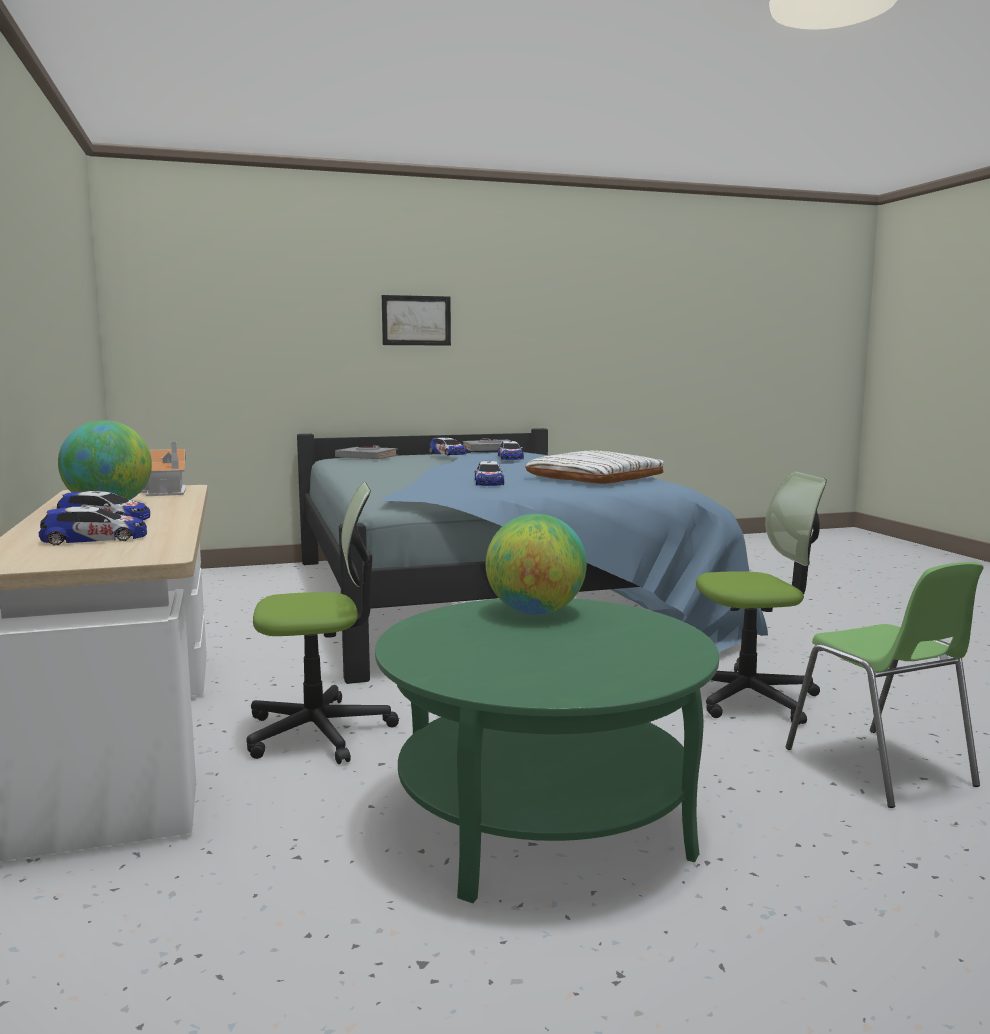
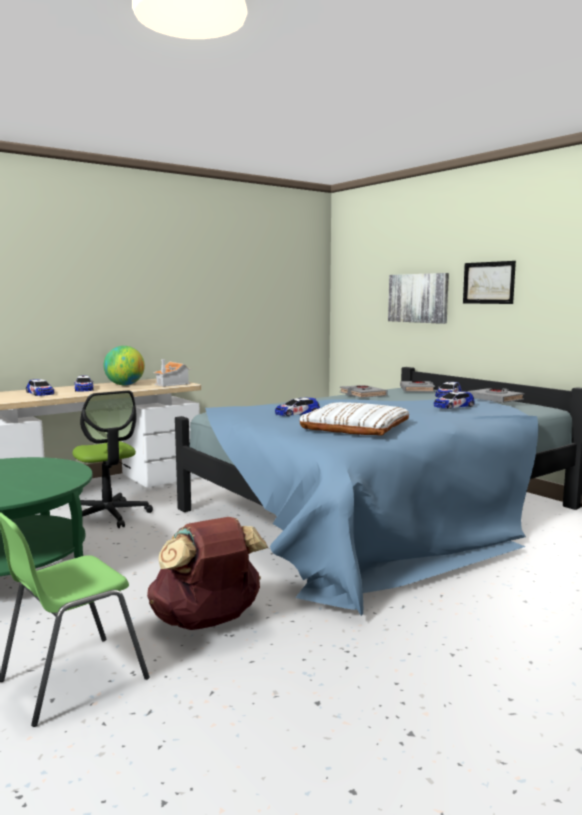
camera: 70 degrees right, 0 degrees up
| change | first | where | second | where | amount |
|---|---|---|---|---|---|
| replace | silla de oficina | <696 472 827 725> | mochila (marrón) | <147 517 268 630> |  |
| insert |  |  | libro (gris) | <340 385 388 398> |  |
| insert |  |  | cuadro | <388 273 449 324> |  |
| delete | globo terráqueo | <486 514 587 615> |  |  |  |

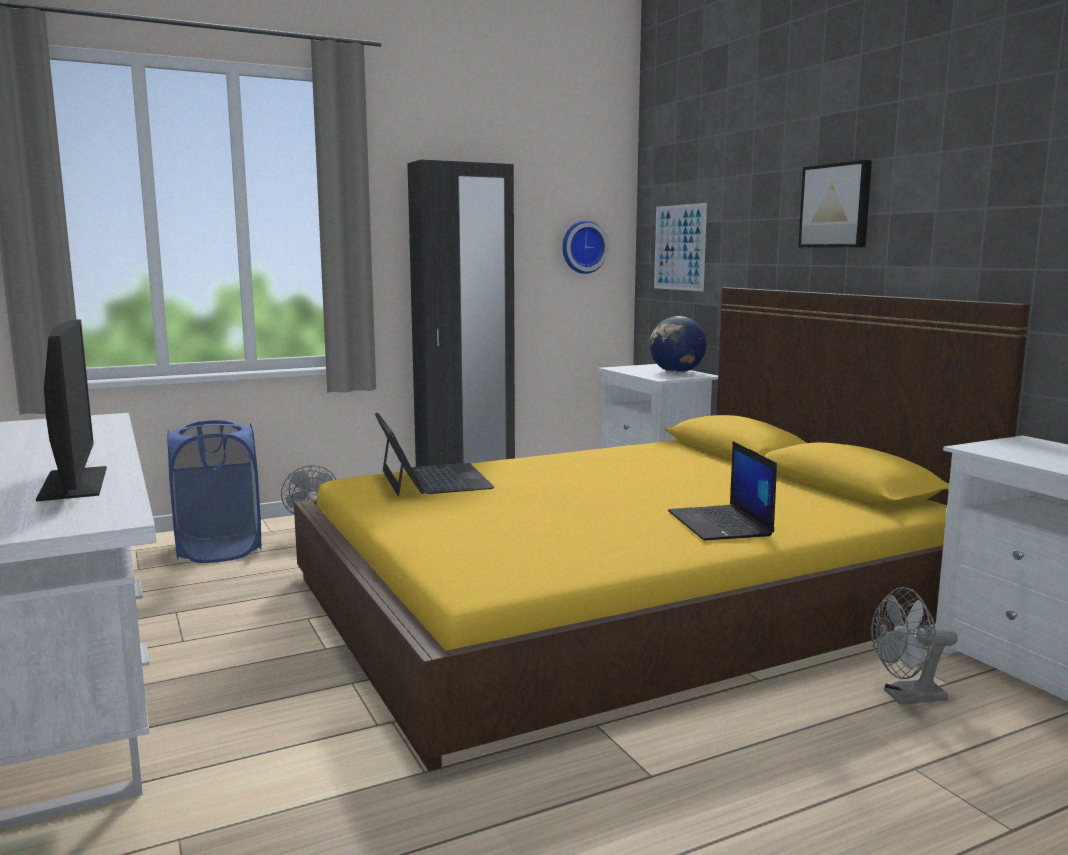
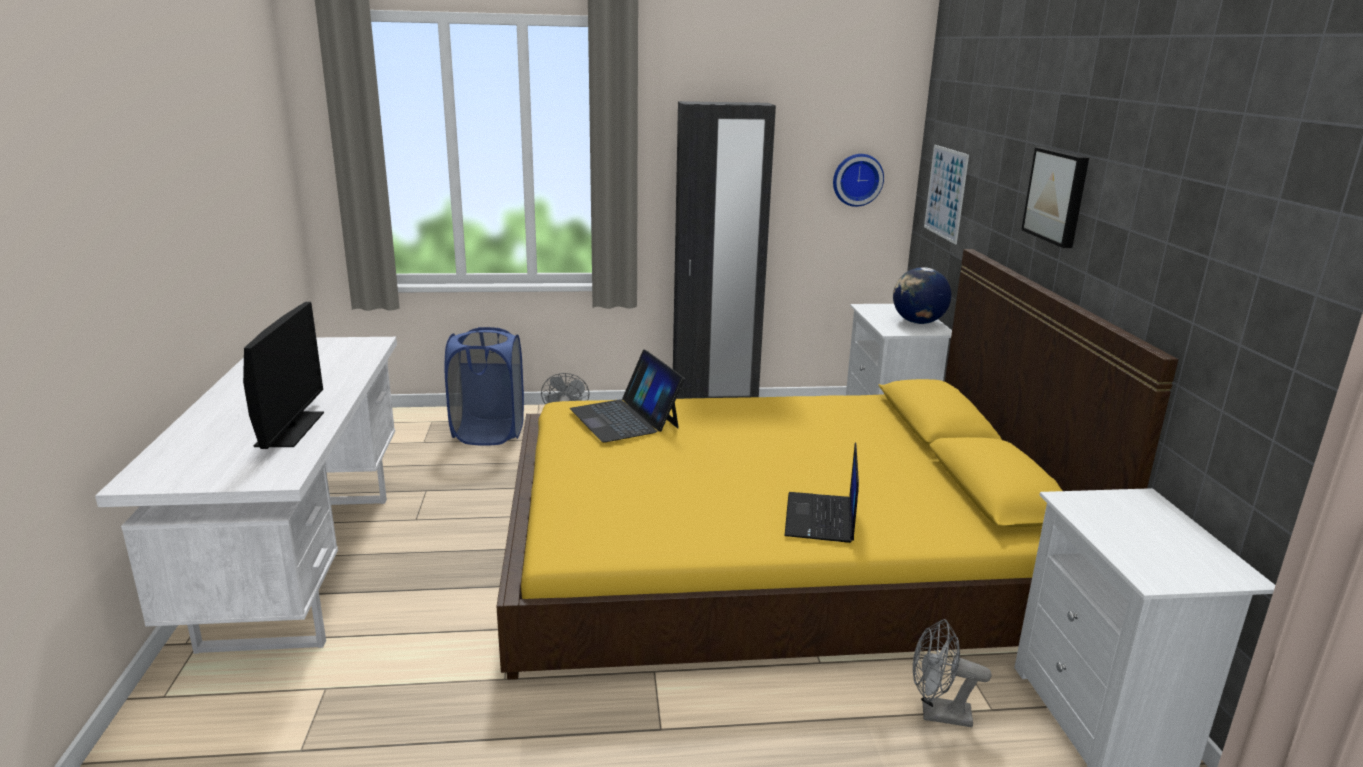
camera: 20 degrees right, 10 degrees up
| change | first | where | second | where | amount |
|---|---|---|---|---|---|
| rotate | portátil | <375 412 495 496> |  | <570 350 685 442> | 150 degrees clockwise |

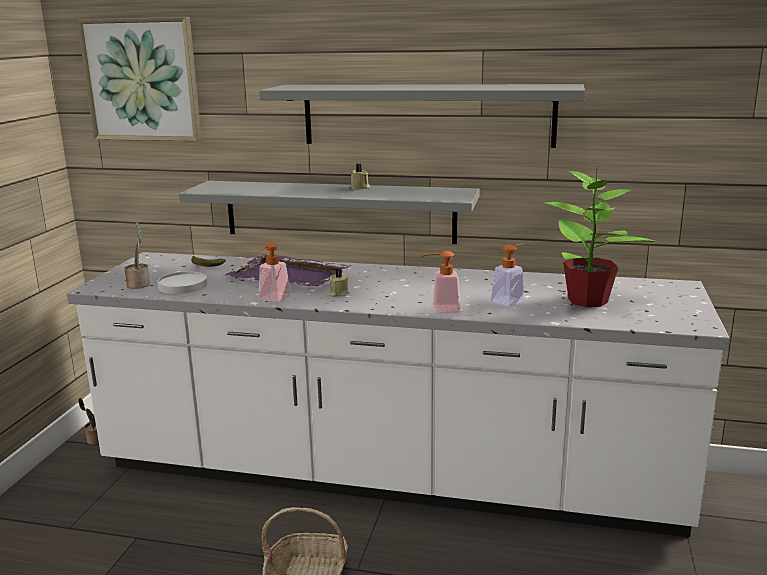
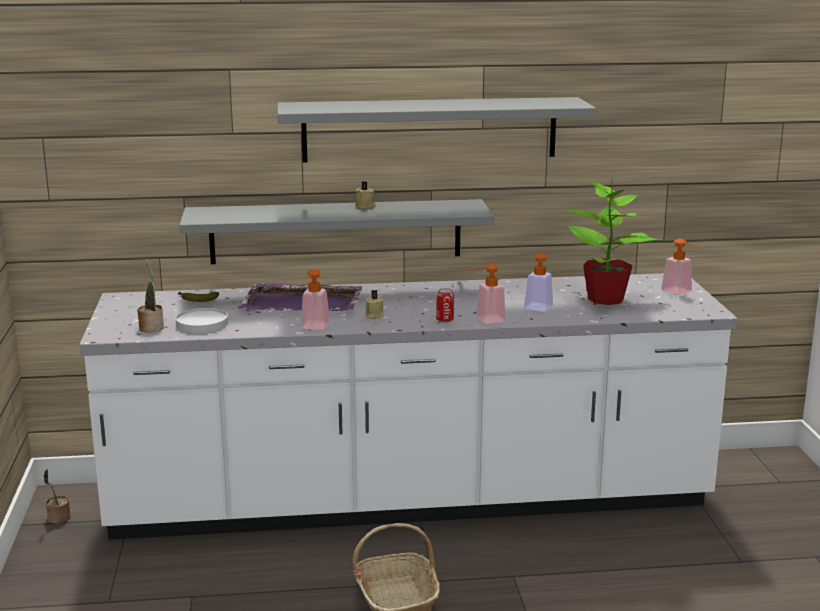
camera: 20 degrees left, 0 degrees up
| change | first | where | second | where | amount |
|---|---|---|---|---|---|
| insert |  |  | lata | <436 288 454 323> |  |
| insert |  |  | dispensador de jabón | <661 239 699 295> |  |
| delete | cuadro | <77 17 202 141> |  |  |  |

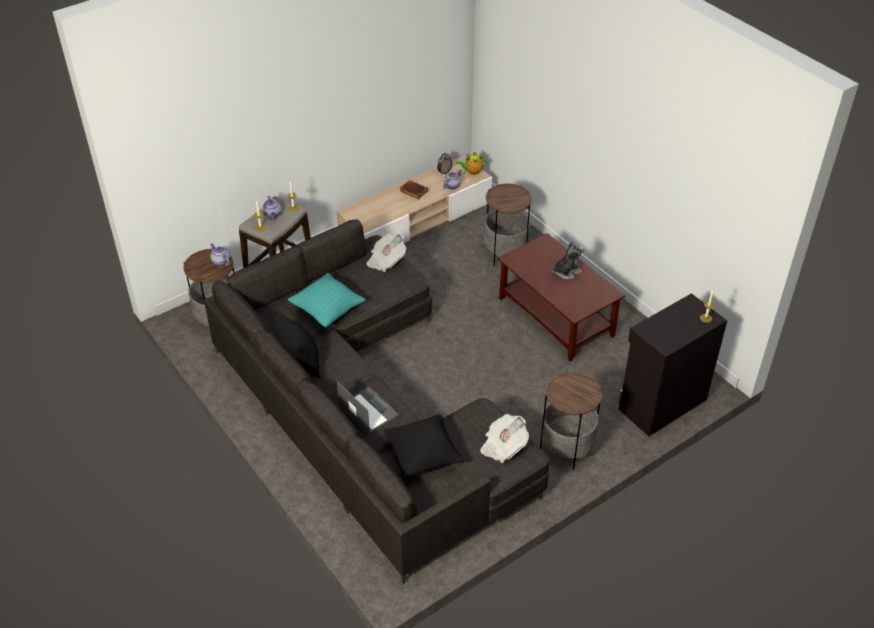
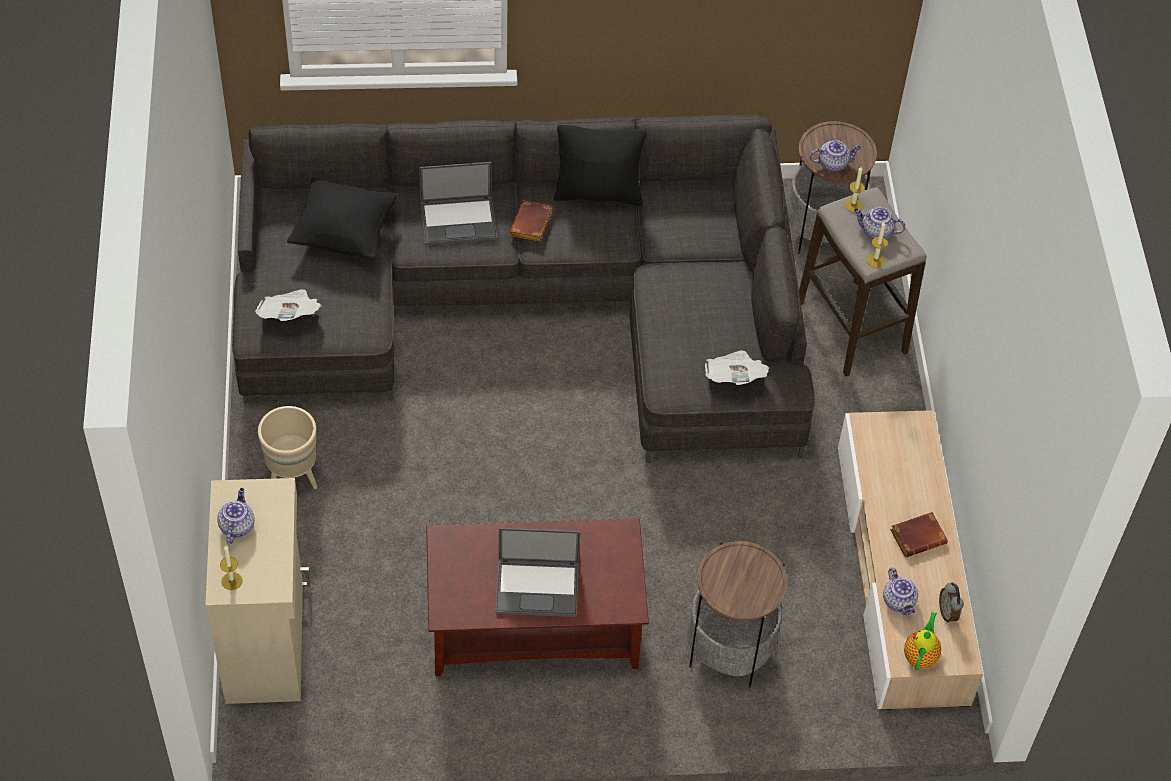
camera: 120 degrees right, 10 degrees up
| change | first | where | second | where | amount |
|---|---|---|---|---|---|
| recolor | armario (negro) | <618 293 727 436> | armario (beis) | <205 478 311 704> |  |
| insert |  |  | tetera | <217 488 255 544> |  |
| replace | mesa auxiliar | <540 371 602 471> | maceta (beis) | <258 406 318 489> |  |
| replace | peluche | <552 241 584 279> | portátil | <495 528 581 617> |  |
| insert |  |  | libro (marrón) | <509 201 553 242> |  |
| delete | cojín (turquesa) | <288 273 366 327> |  |  |  |

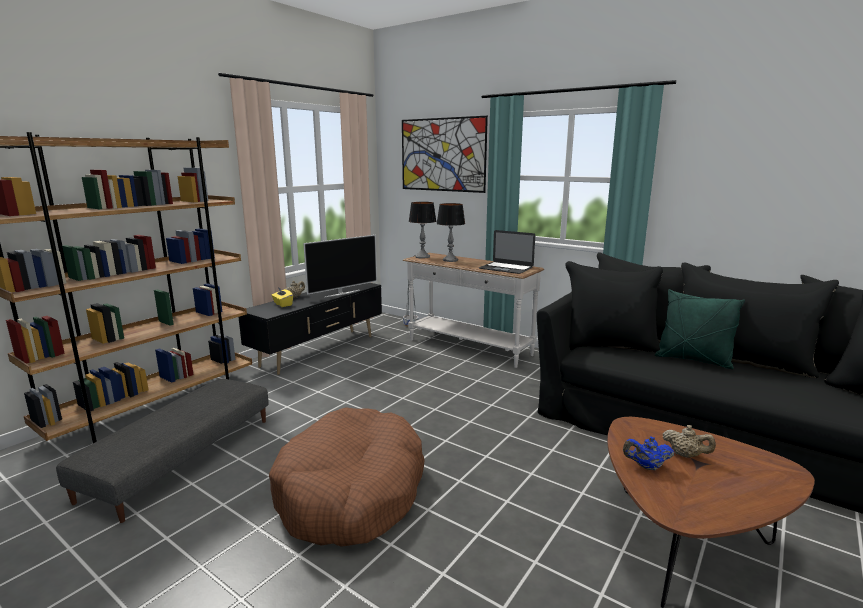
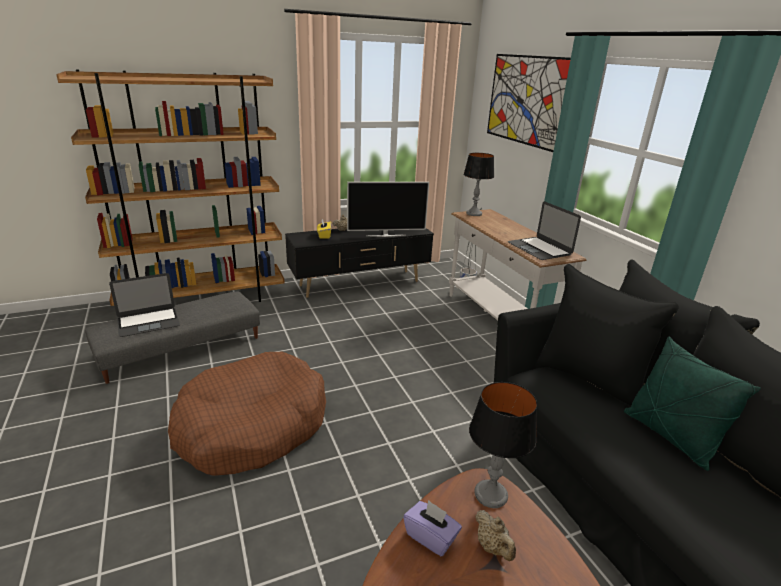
camera: 30 degrees right, 10 degrees up
| change | first | where | second | where | amount |
|---|---|---|---|---|---|
| insert |  |  | portátil | <109 273 180 337> |  |
| replace | tetera (azul) | <623 436 674 470> | caja de pañuelos (morado) | <403 500 462 556> |  |
| move | lámpara de mesa | <436 203 465 262> |  | <469 382 537 508> |  |

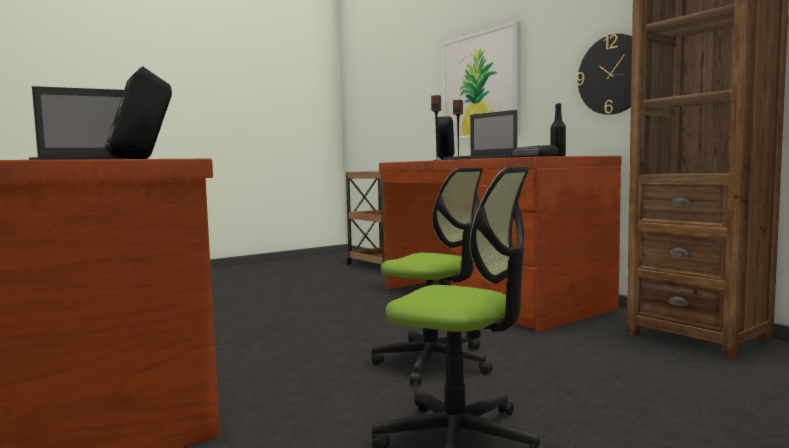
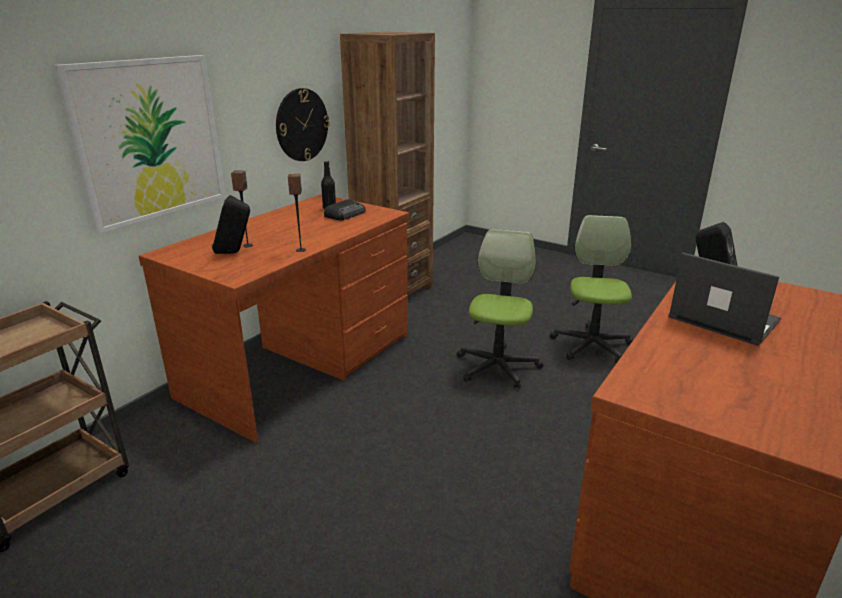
camera: 110 degrees left, 20 degrees up
| change | first | where | second | where | amount |
|---|---|---|---|---|---|
| delete | portátil | <443 110 517 160> |  |  |  |

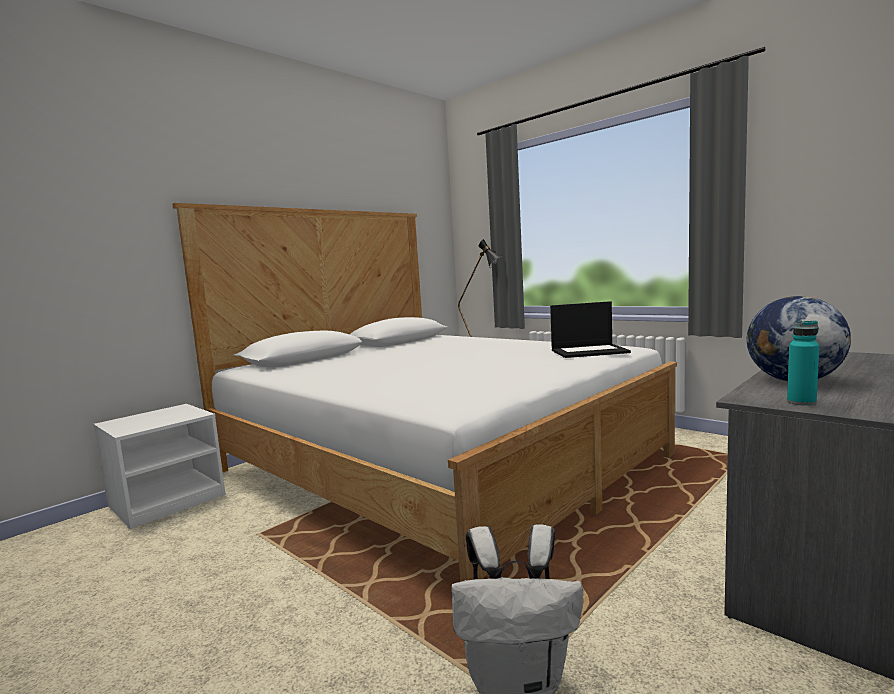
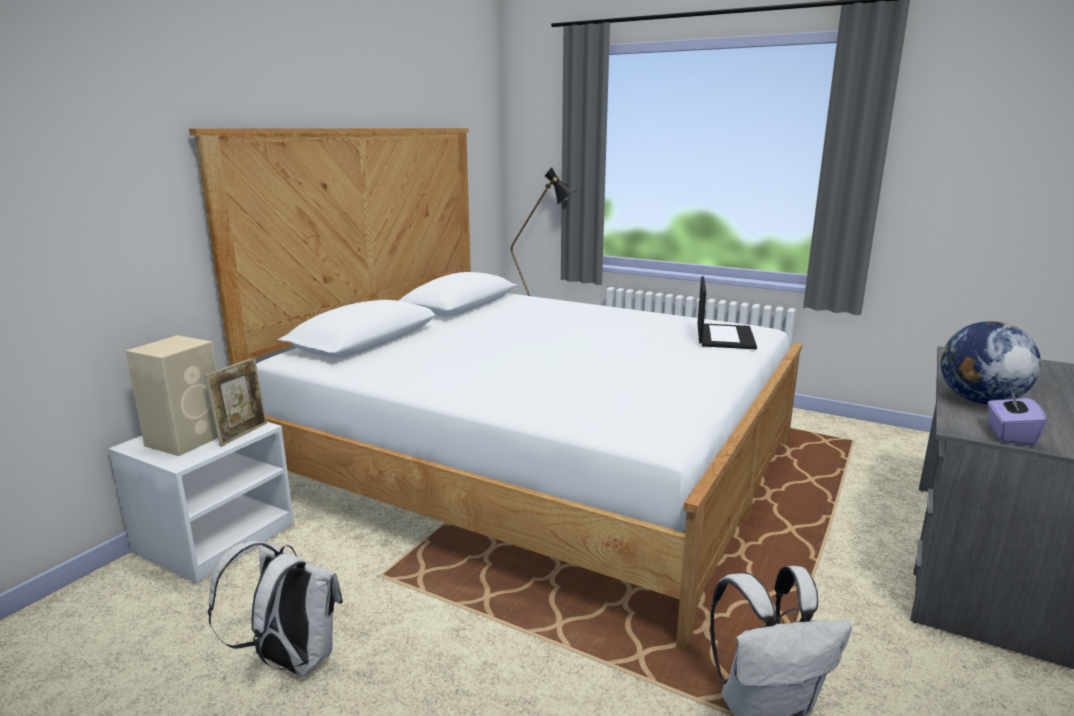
camera: 15 degrees left, 10 degrees up
| change | first | where | second | where | amount |
|---|---|---|---|---|---|
| insert |  |  | altavoz (beis) | <125 335 218 456> |  |
| insert |  |  | portarretratos | <205 357 267 446> |  |
| insert |  |  | mochila (blanco) | <208 541 343 676> |  |
| rotate | portátil | <550 301 631 358> |  | <698 277 757 349> | 60 degrees counterclockwise |
| replace | botella (turquesa) | <787 321 819 406> | caja de pañuelos (morado) | <988 390 1047 446> |  |

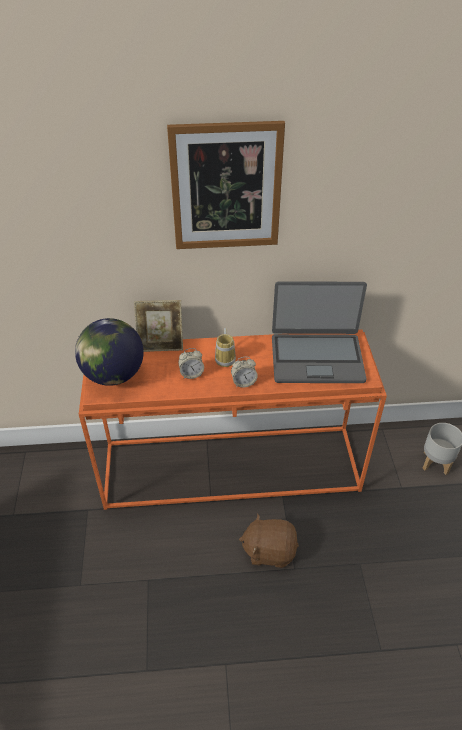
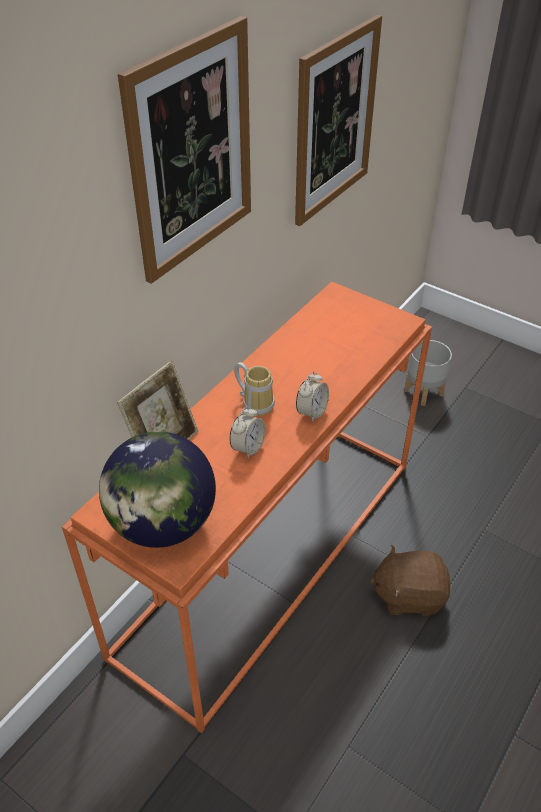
camera: 50 degrees left, 0 degrees up
| change | first | where | second | where | amount |
|---|---|---|---|---|---|
| insert |  |  | cuadro | <295 15 382 226> |  |
| rotate | peluche (marrón) | <239 513 299 568> |  | <369 545 451 616> | 45 degrees clockwise |
| delete | portátil | <272 281 367 383> |  |  |  |

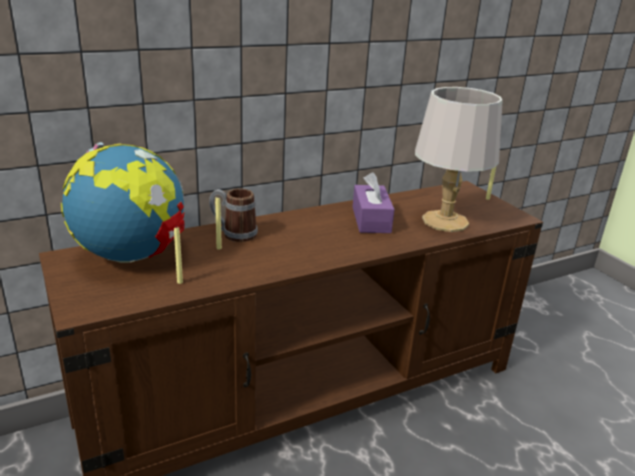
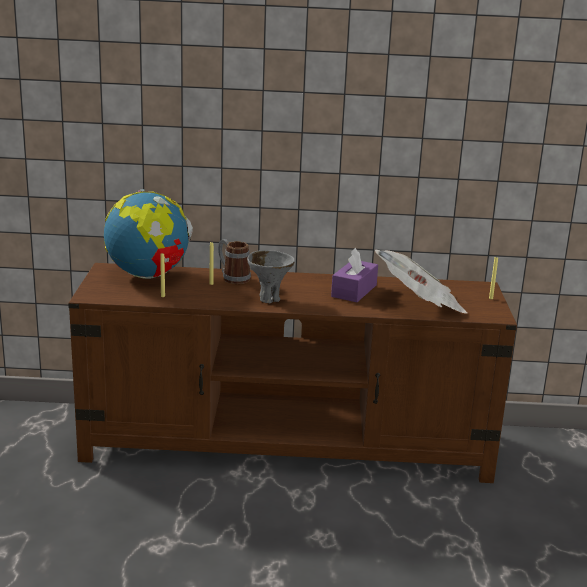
camera: 30 degrees right, 5 degrees down
| change | first | where | second | where | amount |
|---|---|---|---|---|---|
| insert |  |  | cuenco (gris) | <247 250 295 303> |  |
| replace | lámpara de mesa (gris) | <415 87 503 232> | periódico | <374 249 467 314> |  |

